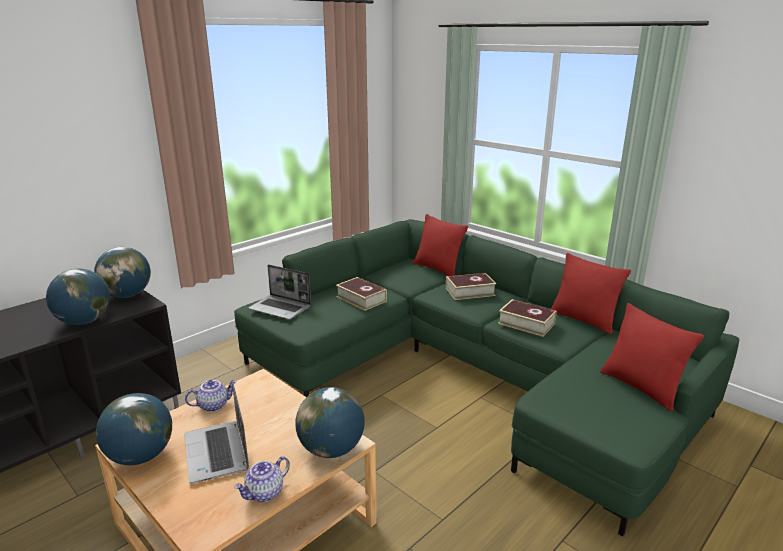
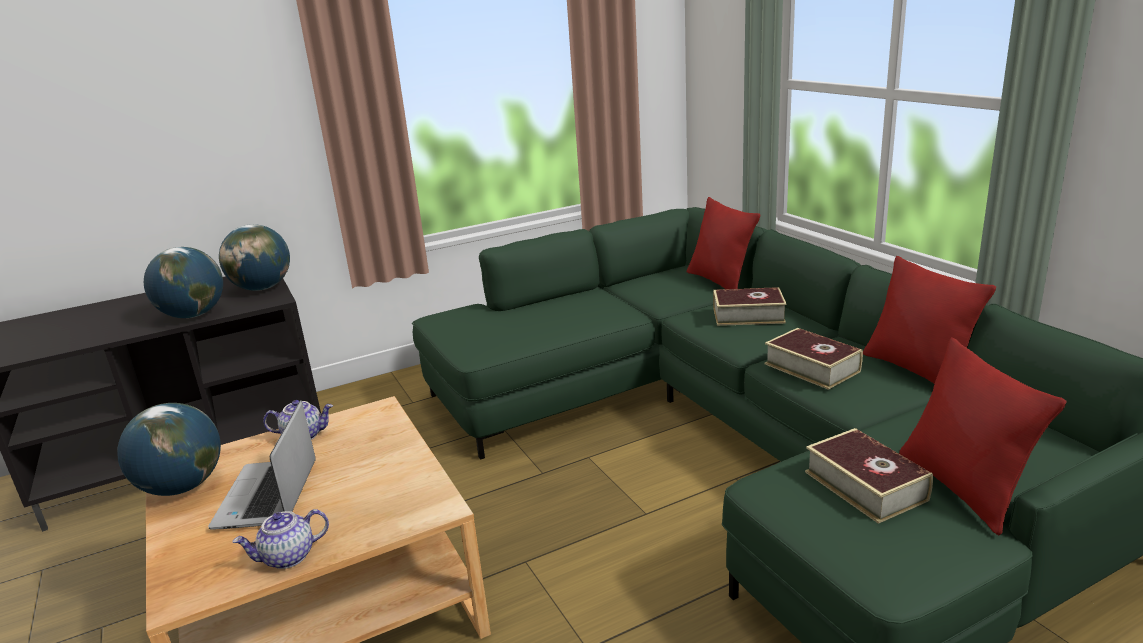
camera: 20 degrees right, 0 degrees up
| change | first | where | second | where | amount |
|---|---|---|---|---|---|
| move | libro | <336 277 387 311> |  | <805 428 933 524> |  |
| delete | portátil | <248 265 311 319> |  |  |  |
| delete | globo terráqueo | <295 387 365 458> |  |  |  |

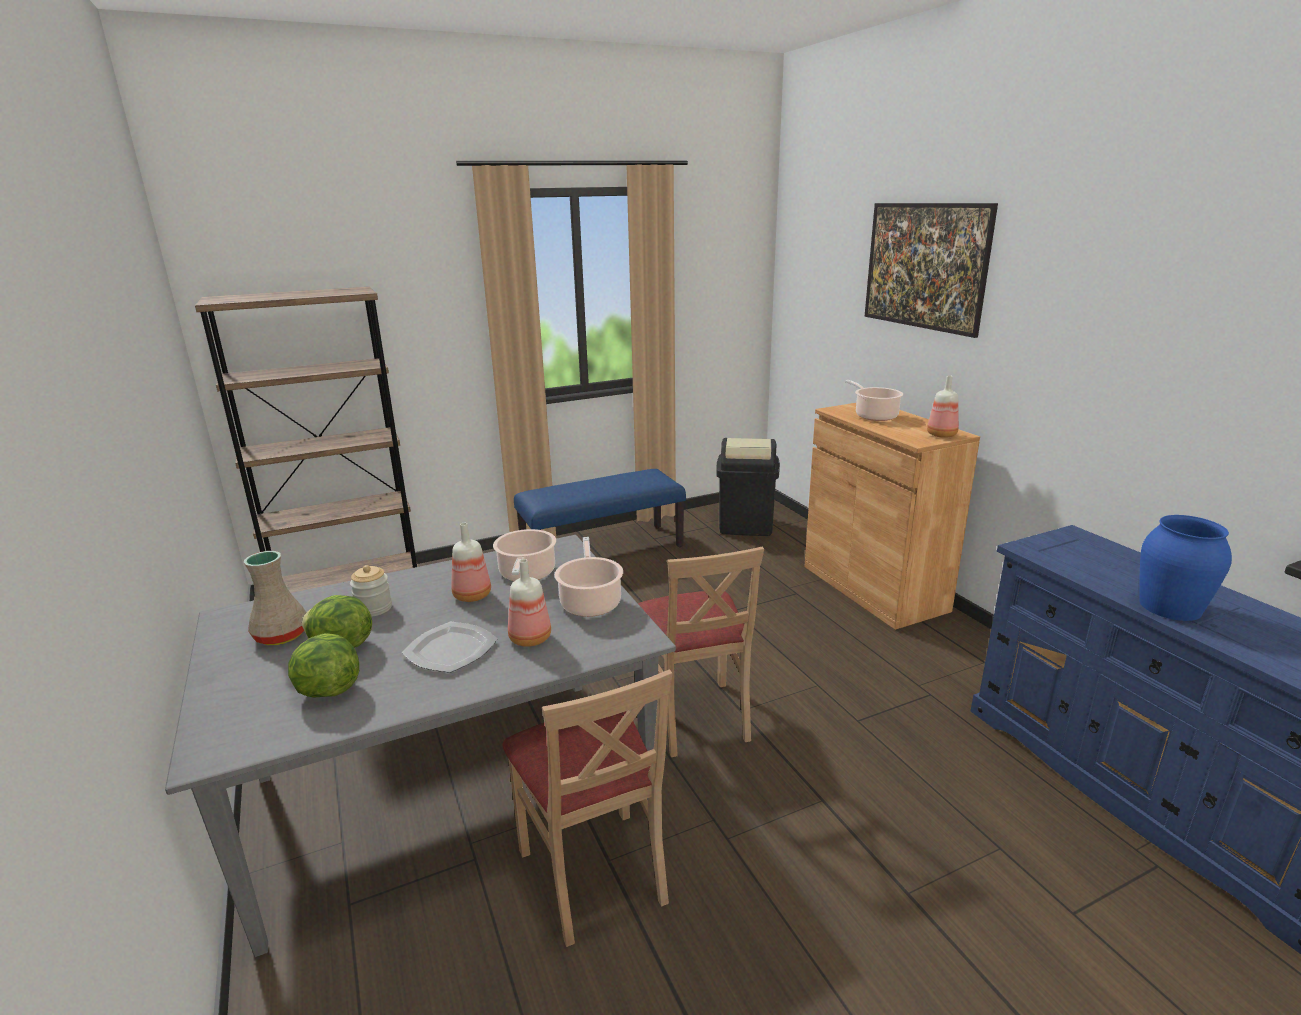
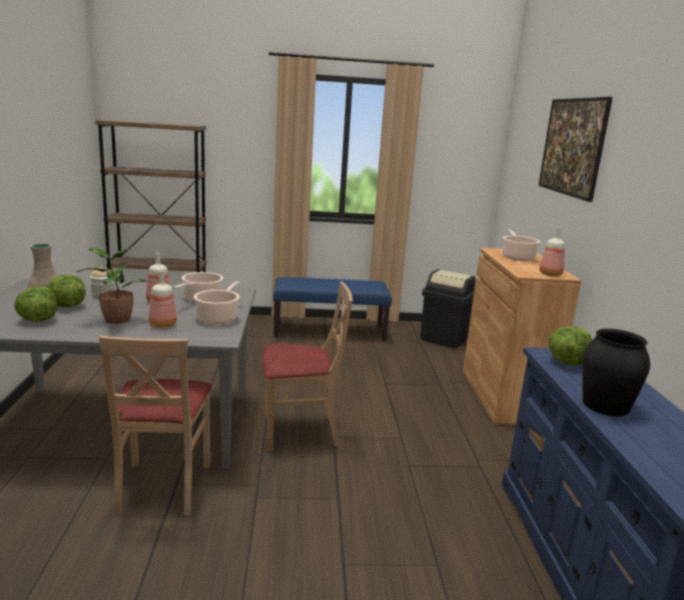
camera: 20 degrees right, 5 degrees down
| change | first | where | second | where | amount |
|---|---|---|---|---|---|
| replace | plato | <402 622 498 673> | planta en maceta | <76 248 150 324> |  |
| rotate | silla (beis) | <638 547 764 757> |  | <262 281 353 451> | 105 degrees counterclockwise |
| insert |  |  | lechuga | <549 326 592 366> |  |
| recolor | florero (azul) | <1139 515 1232 621> | florero (negro) | <582 329 650 416> |  |

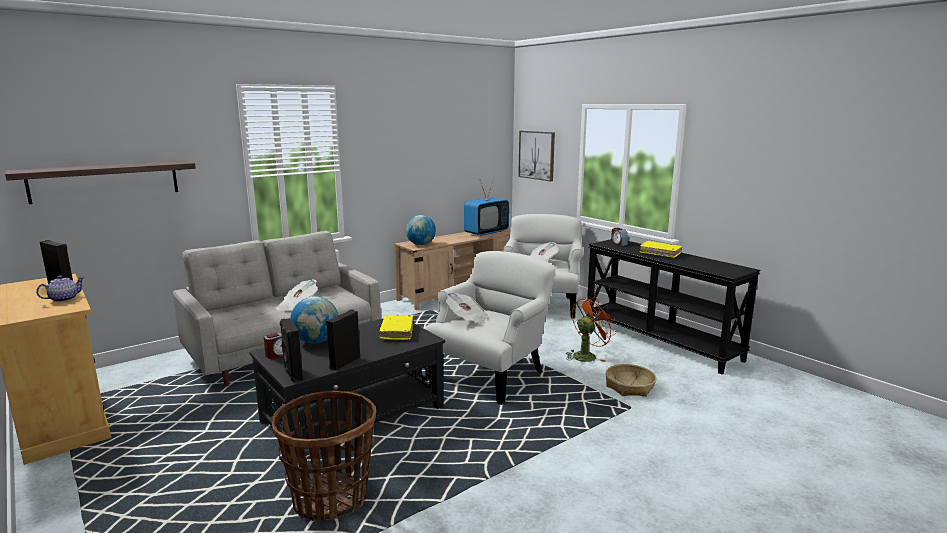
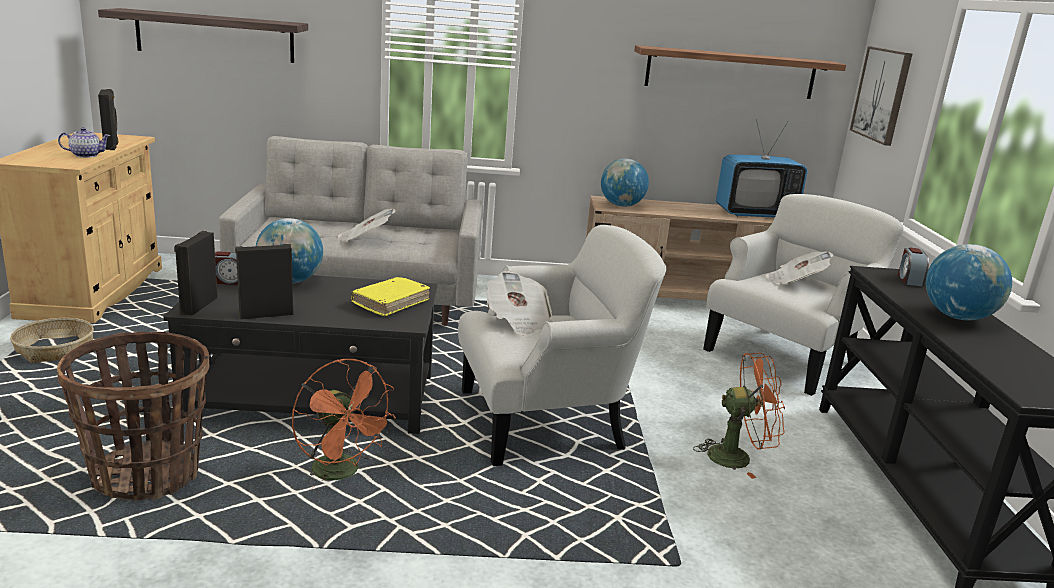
camera: 35 degrees right, 5 degrees up
| change | first | where | second | where | amount |
|---|---|---|---|---|---|
| move | cesta | <605 364 656 397> |  | <10 318 94 363> |  |
| insert |  |  | ventilador (naranja) | <292 359 396 490> |  |
| insert |  |  | estante | <634 45 846 99> |  |
| replace | libro (amarillo) | <640 241 682 258> | globo terráqueo | <926 244 1012 320> |  |

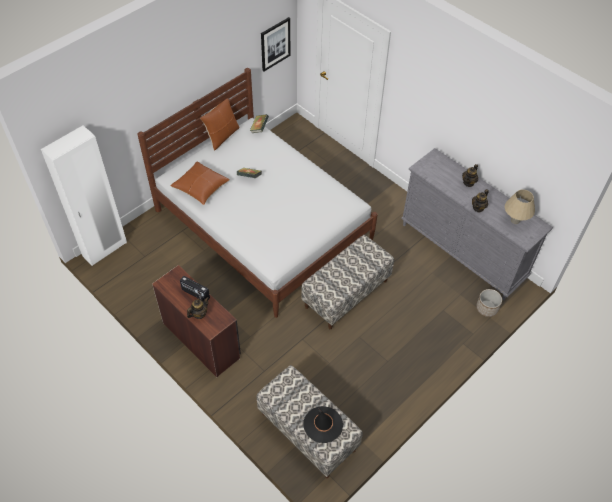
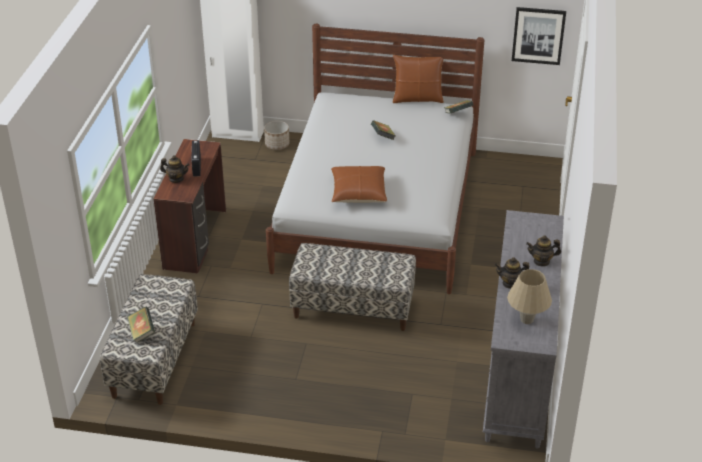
camera: 55 degrees right, 15 degrees down
| change | first | where | second | where | amount |
|---|---|---|---|---|---|
| replace | sombrero (negro) | <304 406 343 443> | libro | <127 307 155 343> |  |
| move | maceta | <476 289 502 317> |  | <264 121 289 150> |  |
| move | cojín (marrón) | <170 162 230 205> |  | <331 166 387 203> |  |

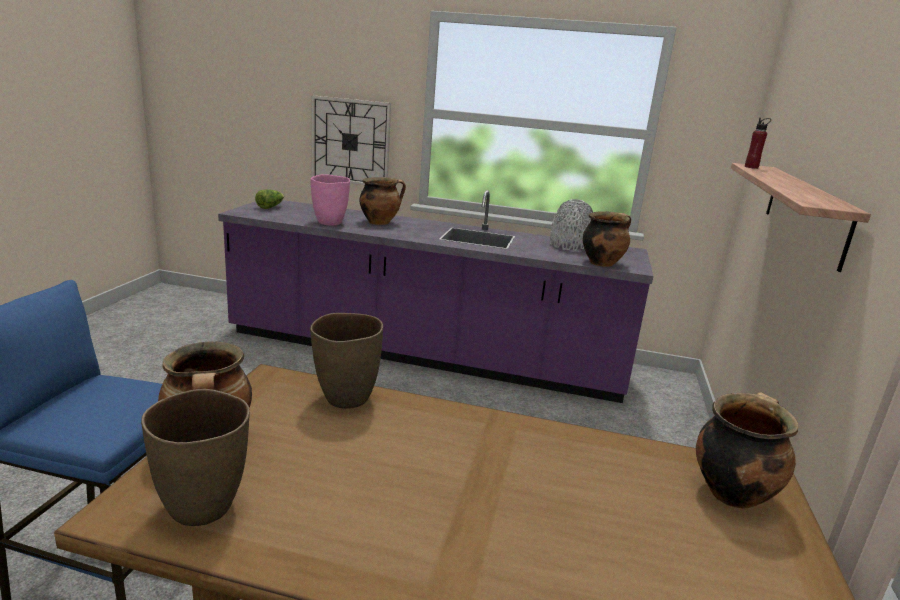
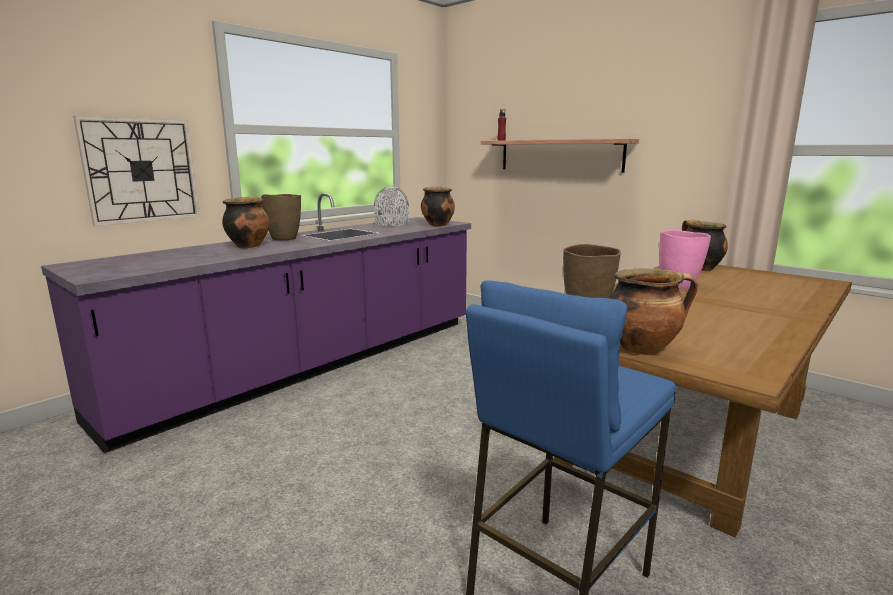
camera: 60 degrees left, 5 degrees down
| change | first | where | second | where | amount |
|---|---|---|---|---|---|
| move | florero (marrón) | <141 389 250 526> |  | <261 194 301 240> |  |
| move | florero (rosa) | <310 174 350 226> |  | <659 230 711 289> |  |
| delete | lechuga | <255 189 284 209> |  |  |  |

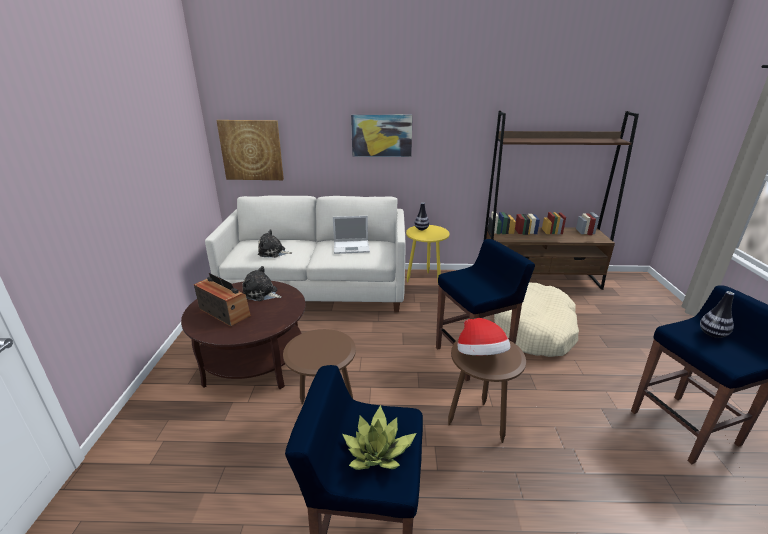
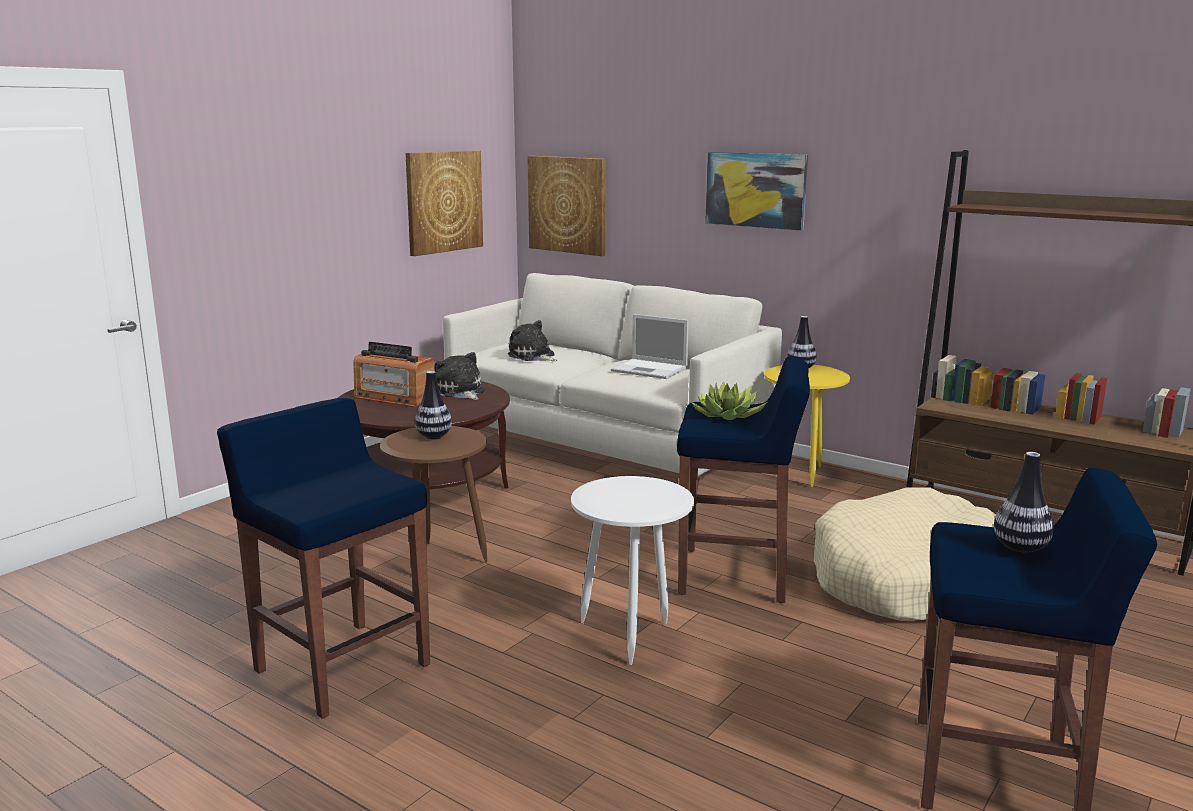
camera: 35 degrees right, 10 degrees down
| change | first | where | second | where | amount |
|---|---|---|---|---|---|
| rotate | radio | <194 273 251 327> |  | <353 342 435 407> | 135 degrees clockwise |
| insert |  |  | cuadro | <406 150 483 256> |  |
| insert |  |  | florero | <415 371 452 439> |  |
| recolor | mesa auxiliar (marrón) | <448 340 526 443> | mesa auxiliar (blanco) | <571 476 694 665> |  |
| move | planta en maceta | <342 405 417 470> |  | <691 381 767 420> |  |
| delete | sombrero | <458 318 510 355> |  |  |  |

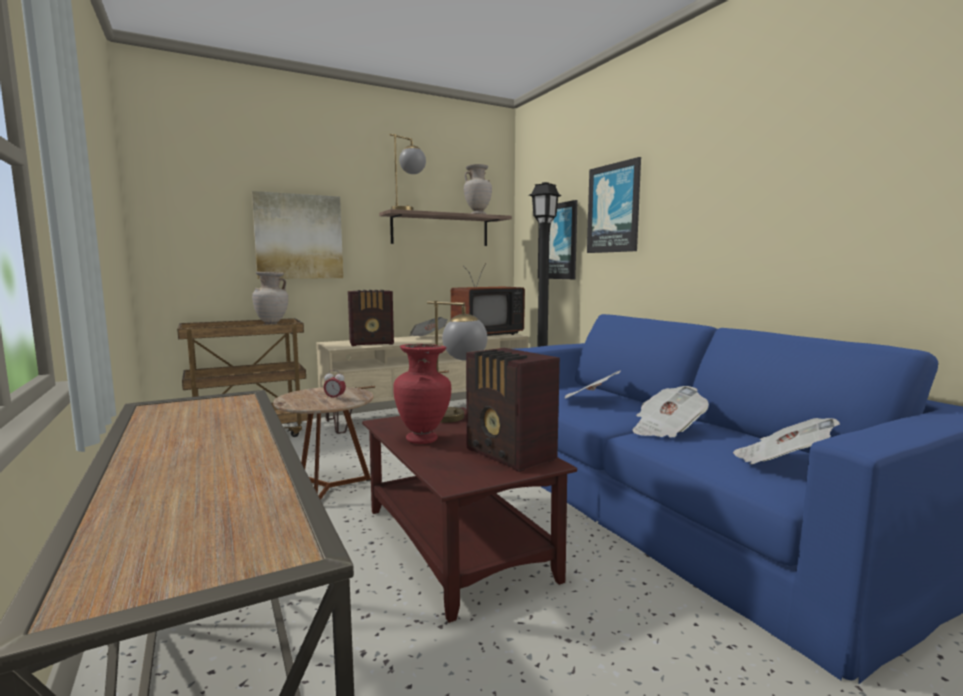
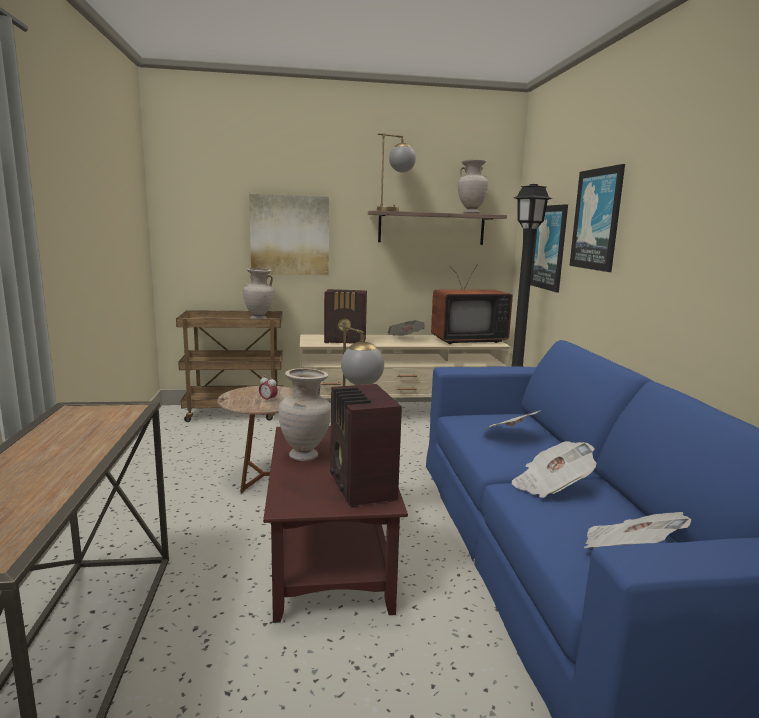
camera: 20 degrees right, 5 degrees up
| change | first | where | second | where | amount |
|---|---|---|---|---|---|
| recolor | florero (rojo) | <393 344 451 444> | florero (beis) | <278 368 331 461> |  |

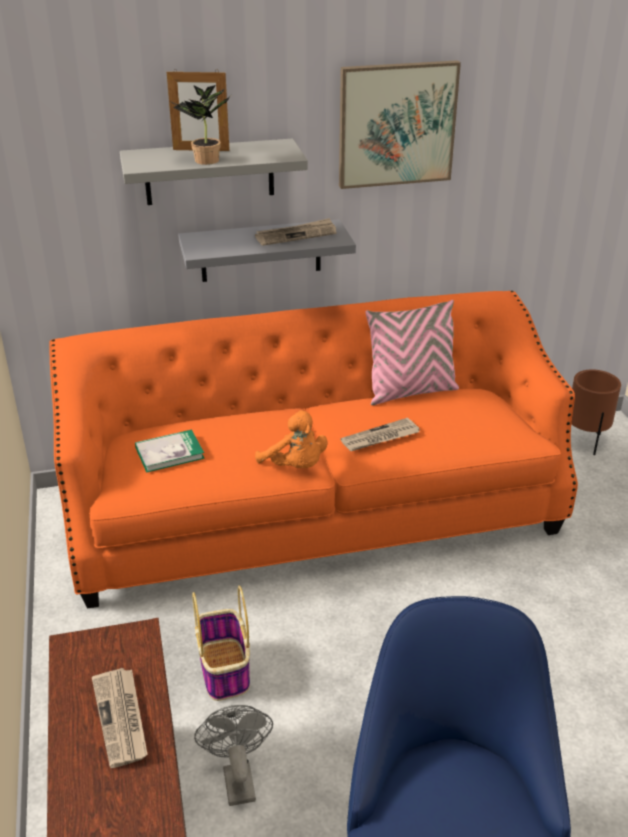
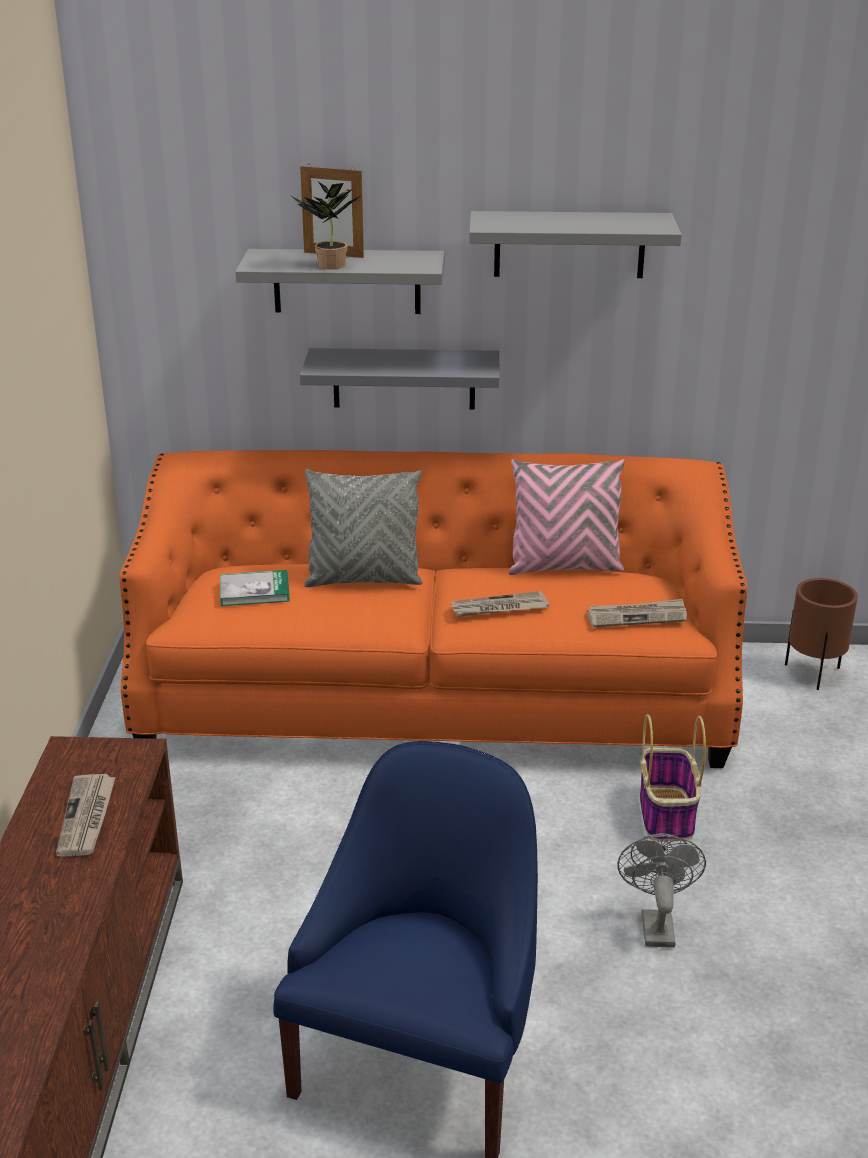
camera: 15 degrees right, 5 degrees down
| change | first | where | second | where | amount |
|---|---|---|---|---|---|
| insert |  |  | cojín (gris) | <304 469 423 587> |  |
| replace | cuadro | <339 60 461 189> | estante (gris) | <469 211 682 278> |  |
| move | periódico | <255 218 337 246> |  | <587 599 687 627> |  |
| move | ventilador (gris) | <194 705 273 806> |  | <617 833 706 948> |  |
| move | cesta | <192 586 250 701> |  | <640 714 706 842> |  |
| delete | peluche (naranja) | <255 410 328 468> |  |  |  |

